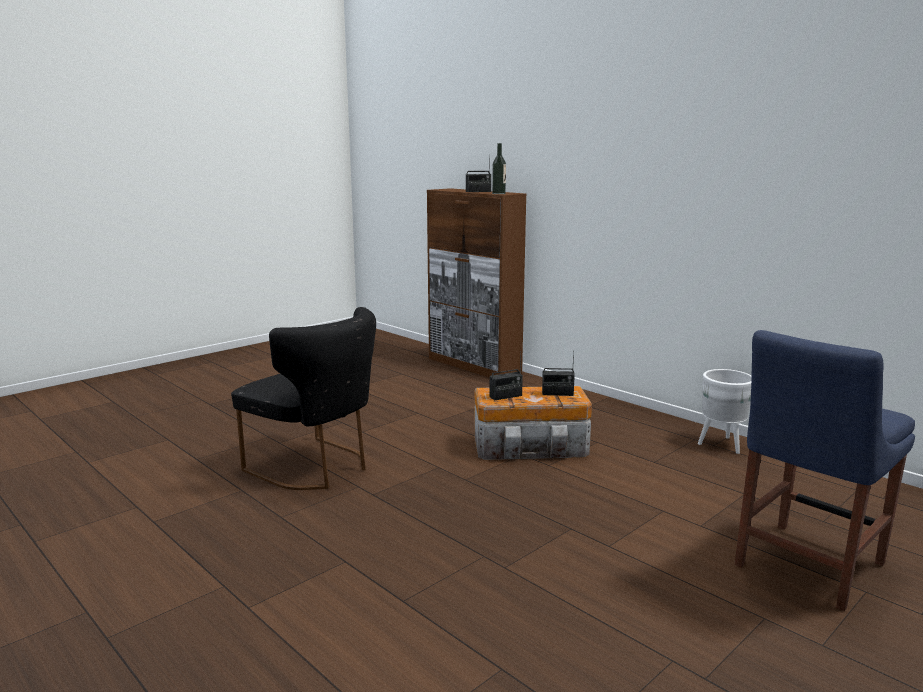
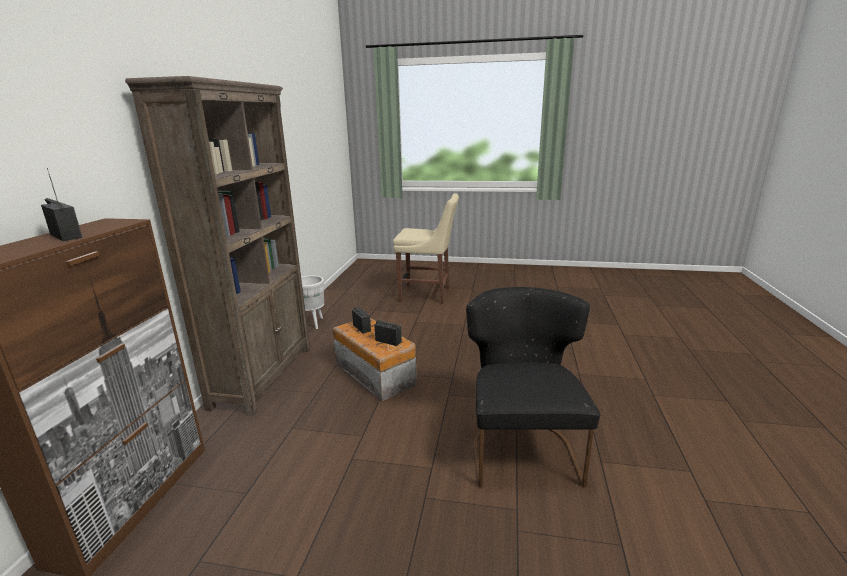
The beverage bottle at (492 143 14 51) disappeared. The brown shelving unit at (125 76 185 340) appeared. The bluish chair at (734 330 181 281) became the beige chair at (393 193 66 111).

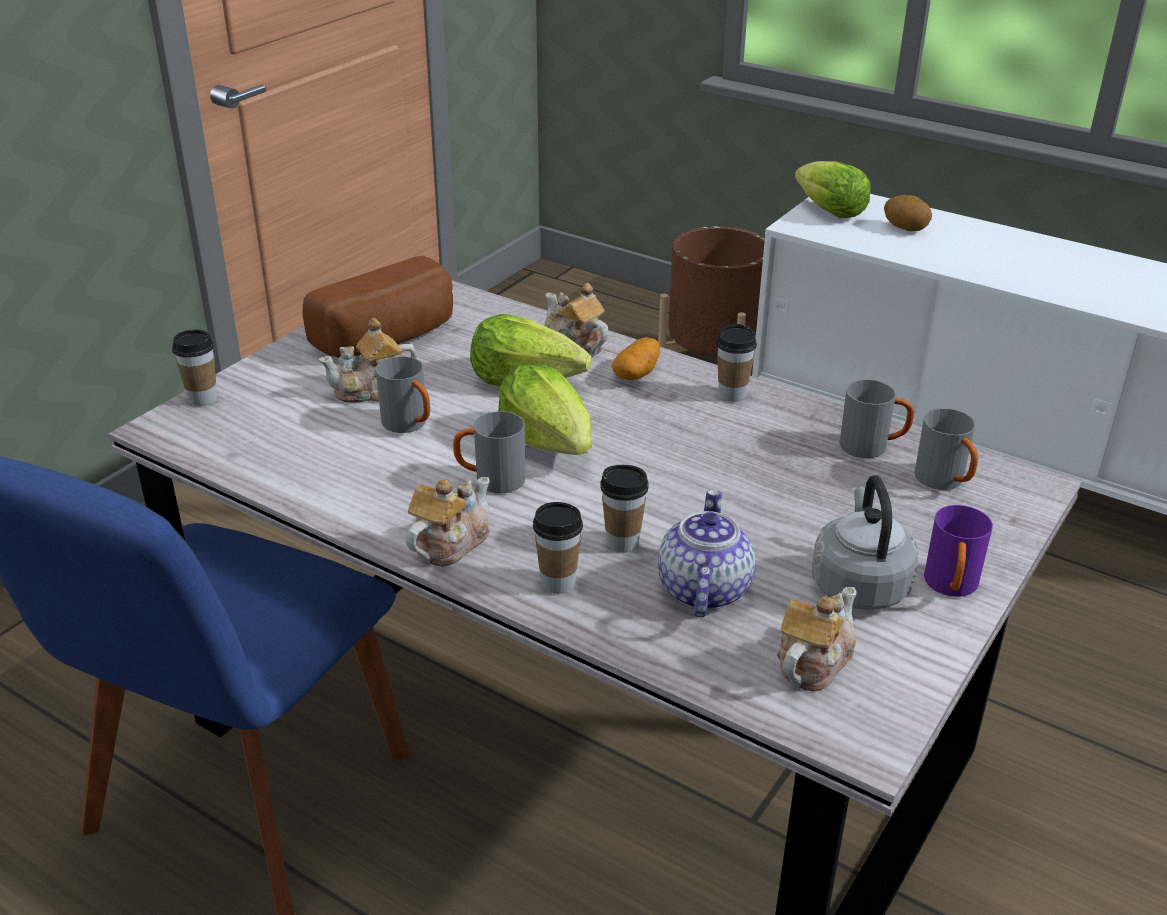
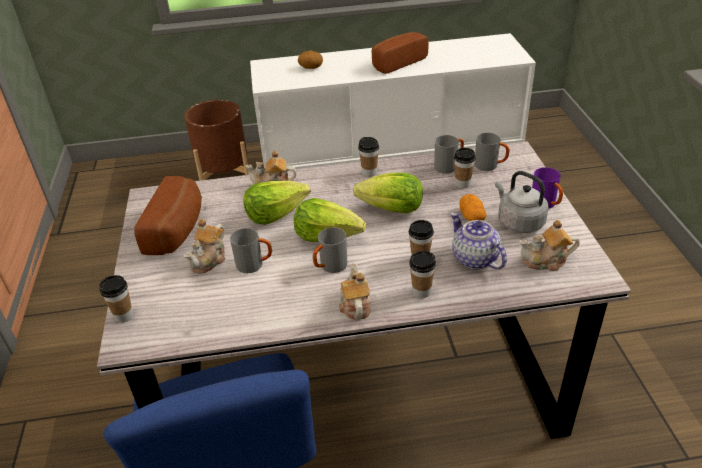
The baked bread at (371 32 58 42) appeared. The drinking cup at (454 148 22 40) appeared. The whole potato moved from (612 337 48 43) to (459 194 27 27). The lettuce head moved from (795 161 76 57) to (353 173 70 41). The tea pot at (777 587 80 105) turned 90 degrees counterclockwise.

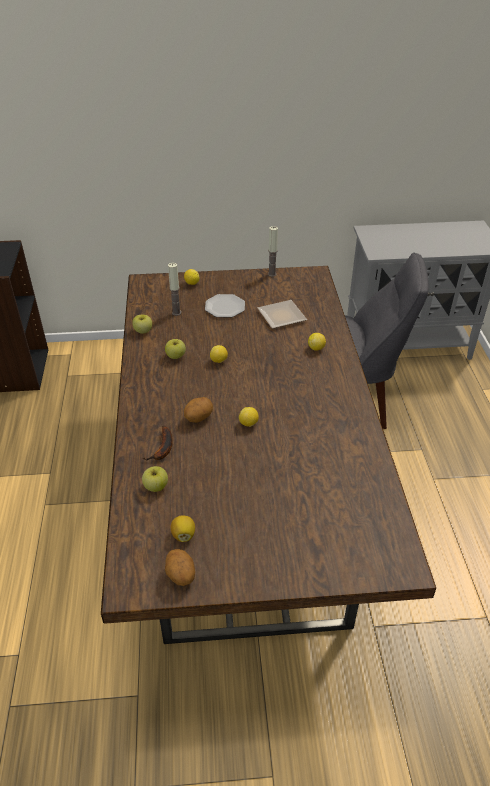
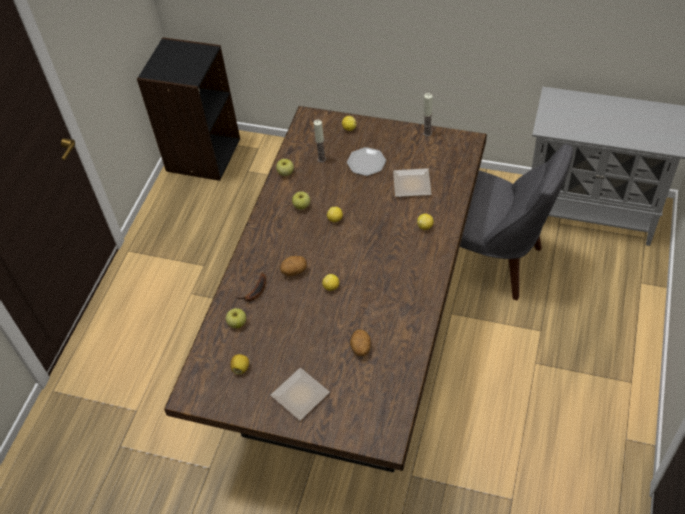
The dinner plate at (271 368 59 52) appeared. The whole potato moved from (165 549 30 37) to (350 329 21 27).

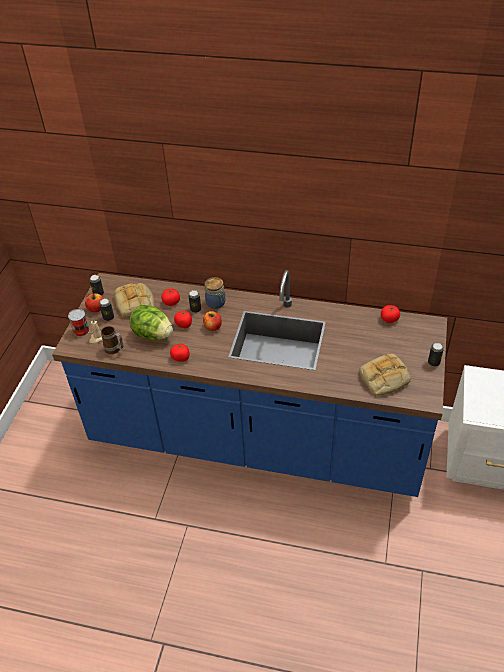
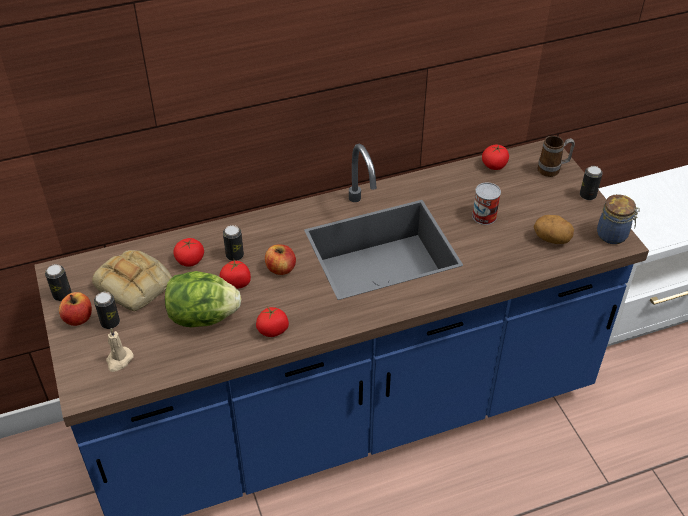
The sealed can moved from (68 309 22 28) to (472 182 29 43). The mug moved from (101 326 23 28) to (538 136 37 41). The storage jar moved from (205 277 20 32) to (597 194 43 50). The baked bread at (359 354 52 42) was replaced by the whole potato at (534 215 40 29).

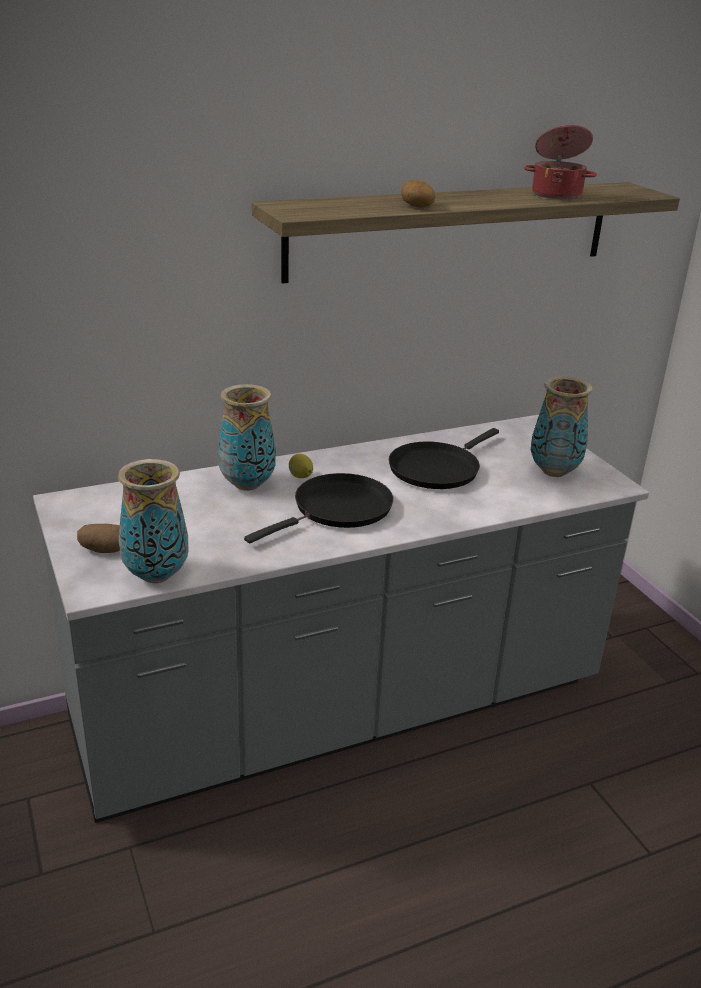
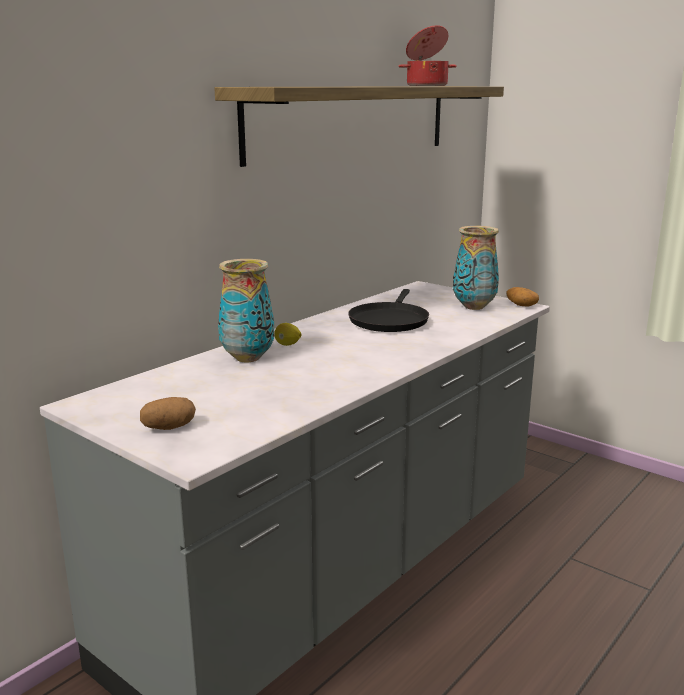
The vase at (118 459 70 124) disappeared. The black frying pan at (244 473 149 71) disappeared. The whole potato moved from (401 180 34 28) to (506 287 33 19).

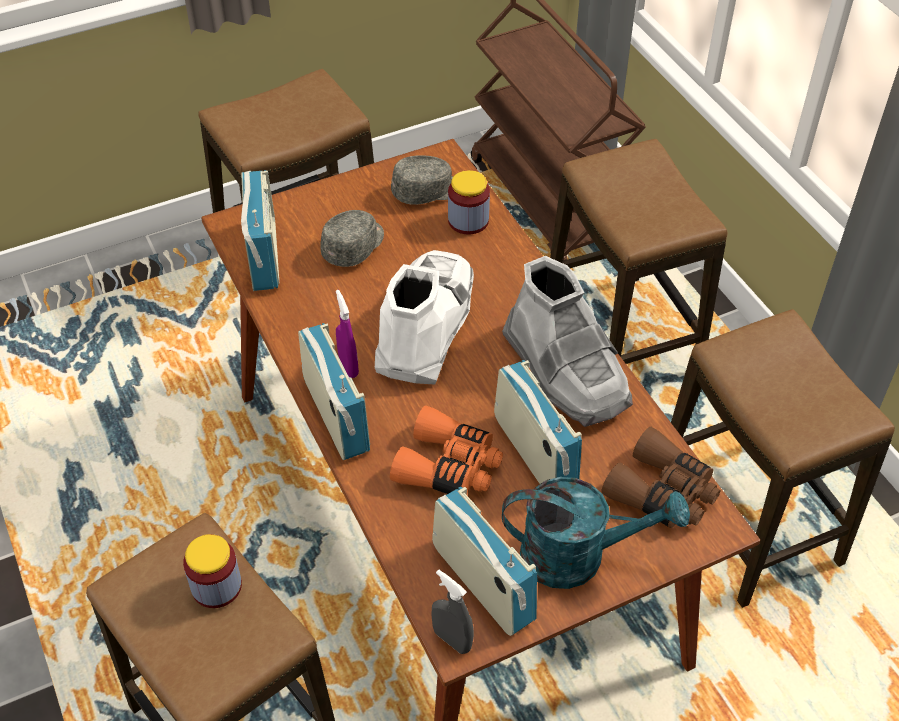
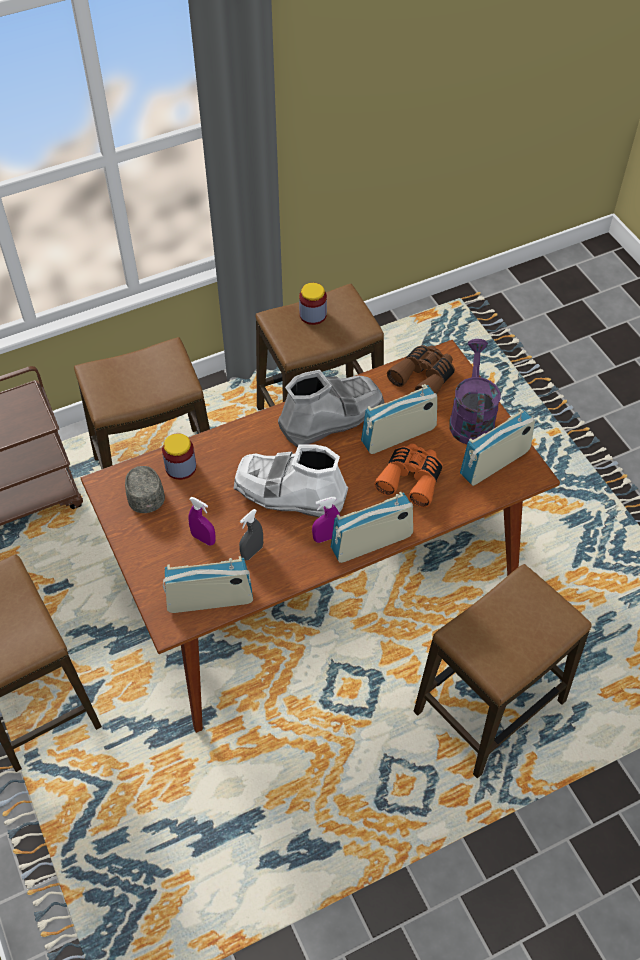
The storage jar moved from (183 534 59 74) to (299 283 28 42). The greyish sprayer moved from (431 570 43 84) to (239 509 24 52). The greyish cap at (320 210 64 57) was replaced by the purple-coloured sprayer at (188 497 27 49). The turquoise watering can at (502 477 188 112) became the purple-coloured watering can at (449 339 52 105).

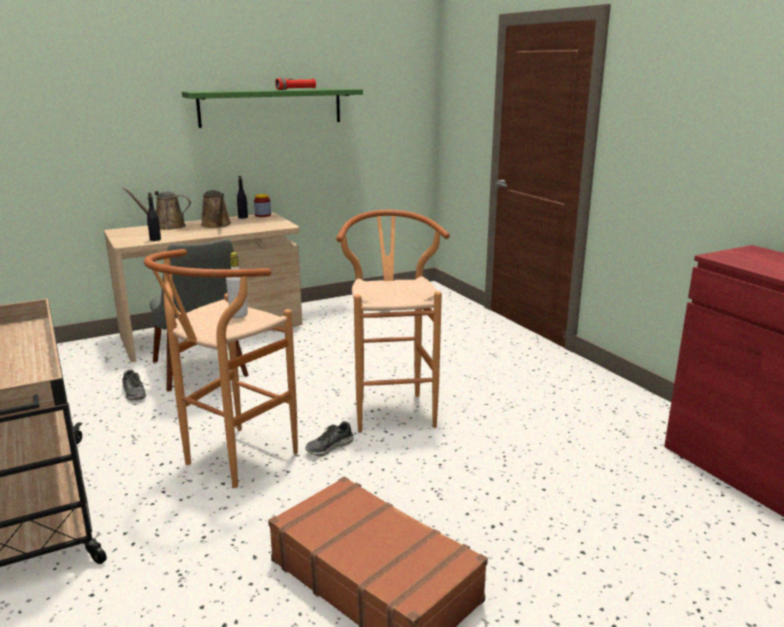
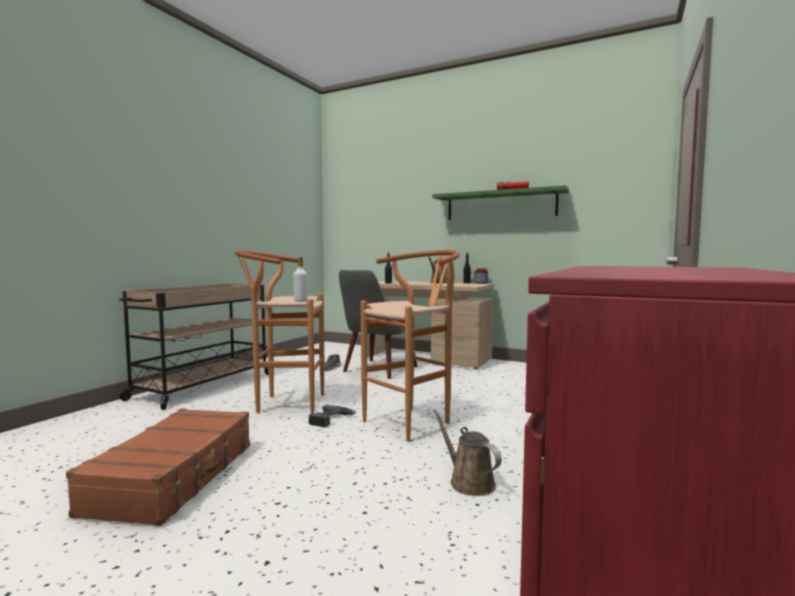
The brown watering can moved from (123 188 68 42) to (433 409 69 87). The shoe at (305 421 49 36) was replaced by the power drill at (309 405 47 22).

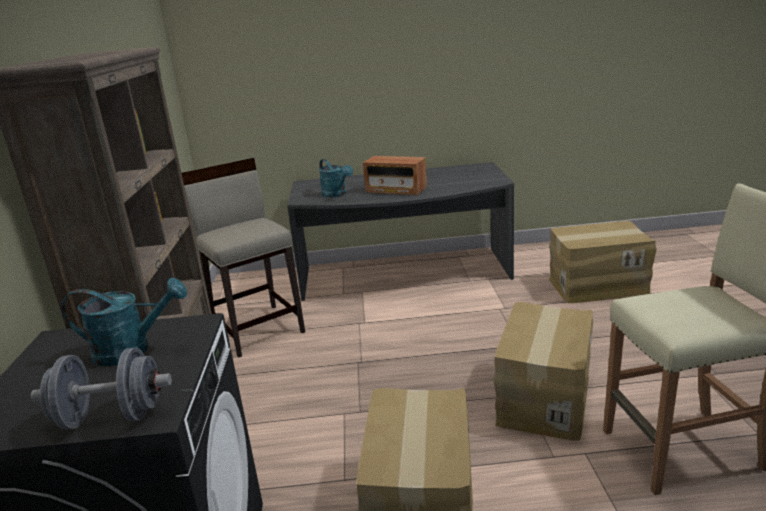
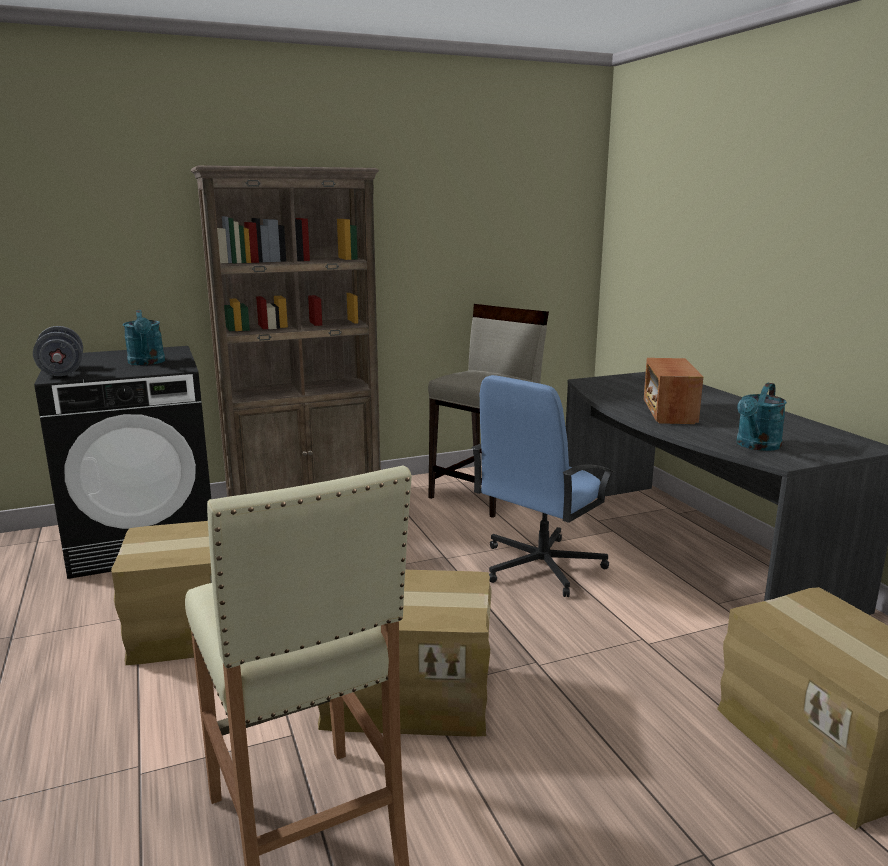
The bluish office chair at (472 375 143 222) appeared. The turquoise watering can moved from (319 159 34 39) to (737 383 50 68).

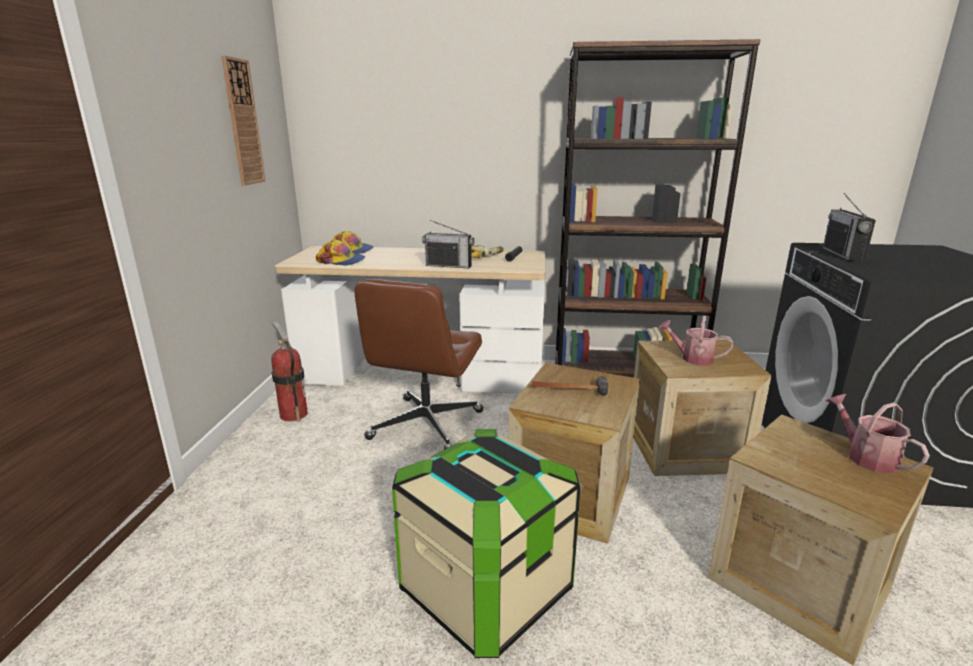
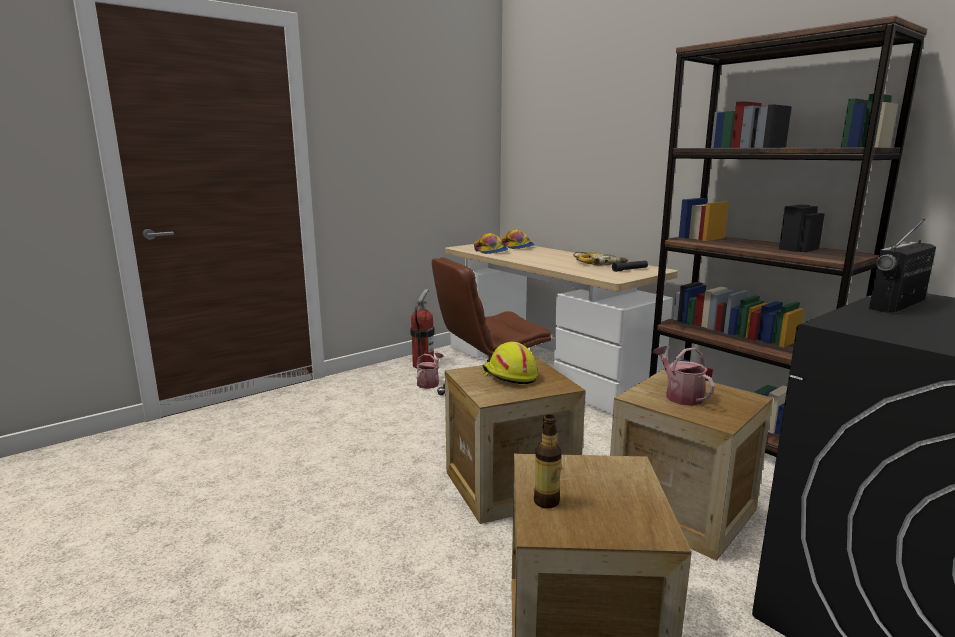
The wall clock at (221 55 45 130) disappeared. The storage container at (392 429 189 229) disappeared. The radio at (422 220 52 48) disappeared. The beverage bottle at (534 415 28 93) appeared. The watering can moved from (826 394 104 80) to (416 353 28 36). The hammer at (532 376 76 20) was replaced by the yellow-coloured work helmet at (483 342 55 42).

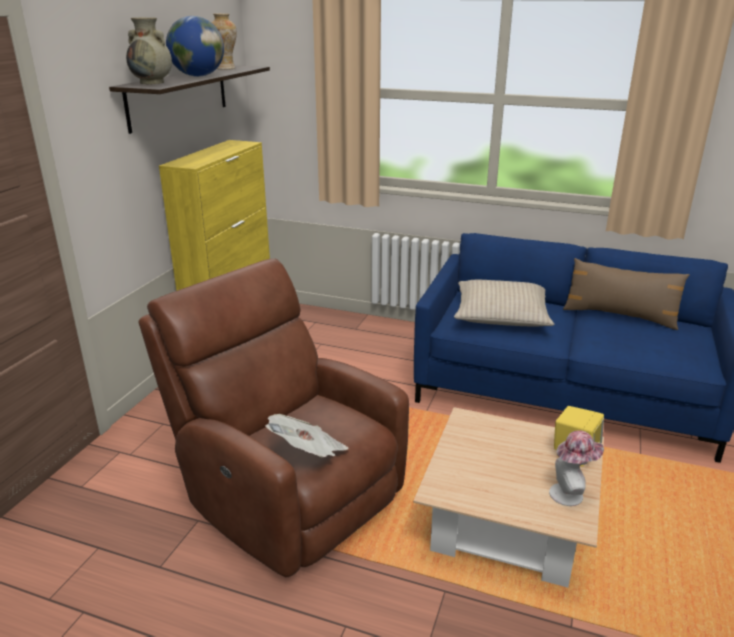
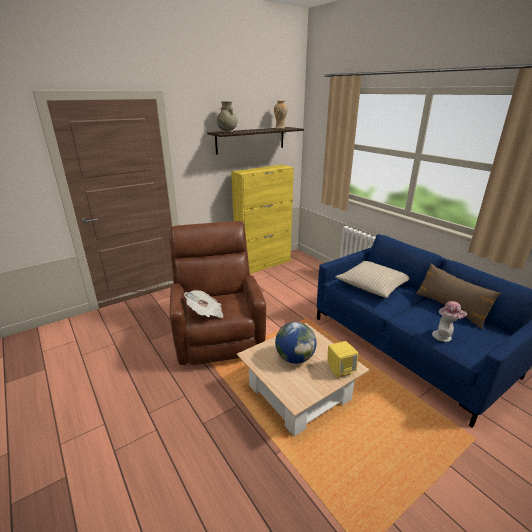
The globe moved from (166 16 58 61) to (275 322 41 42). The hat moved from (549 430 55 76) to (432 301 35 41).

